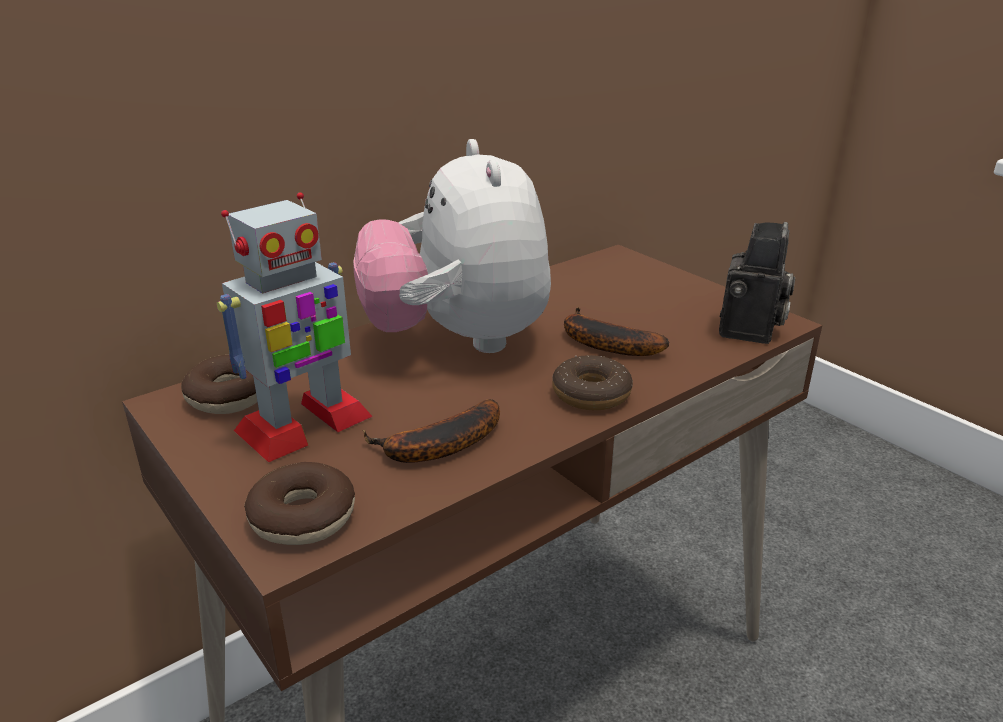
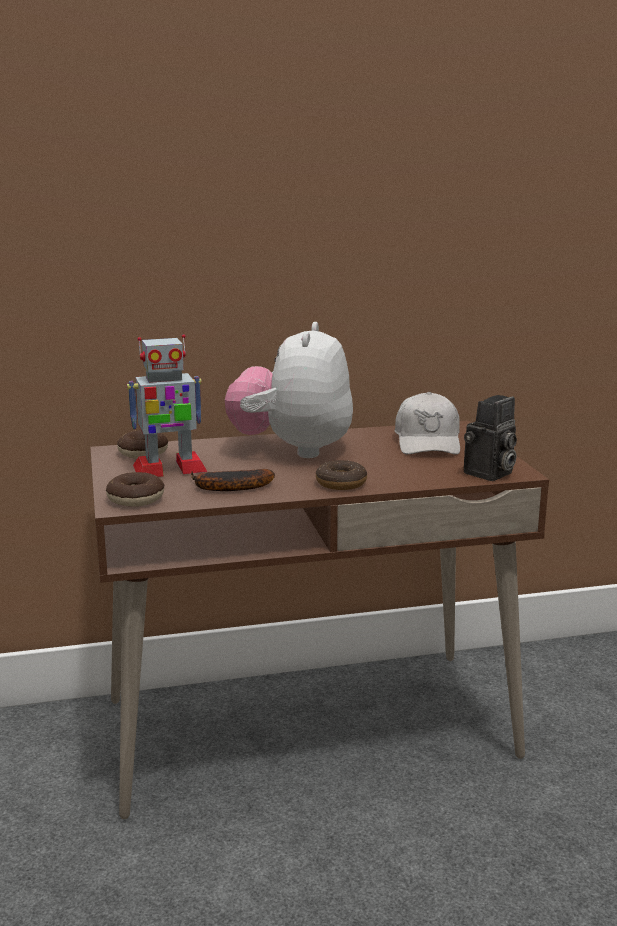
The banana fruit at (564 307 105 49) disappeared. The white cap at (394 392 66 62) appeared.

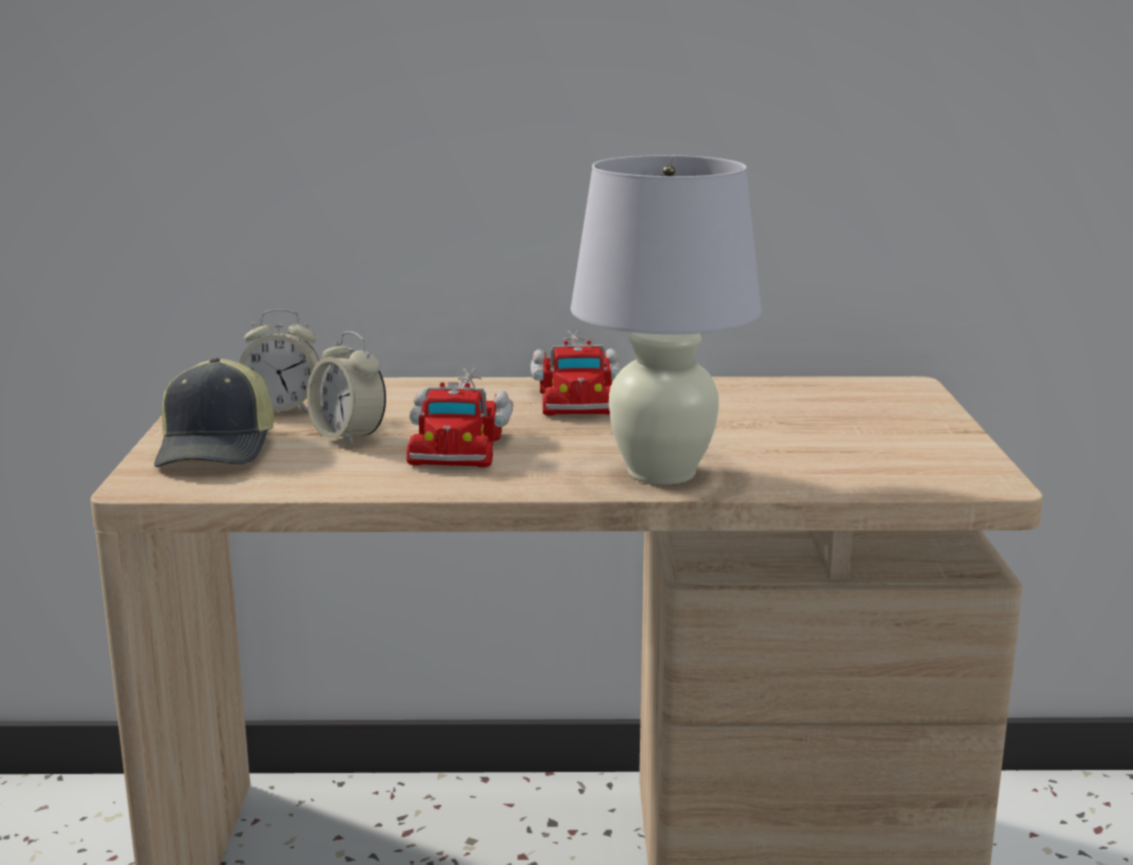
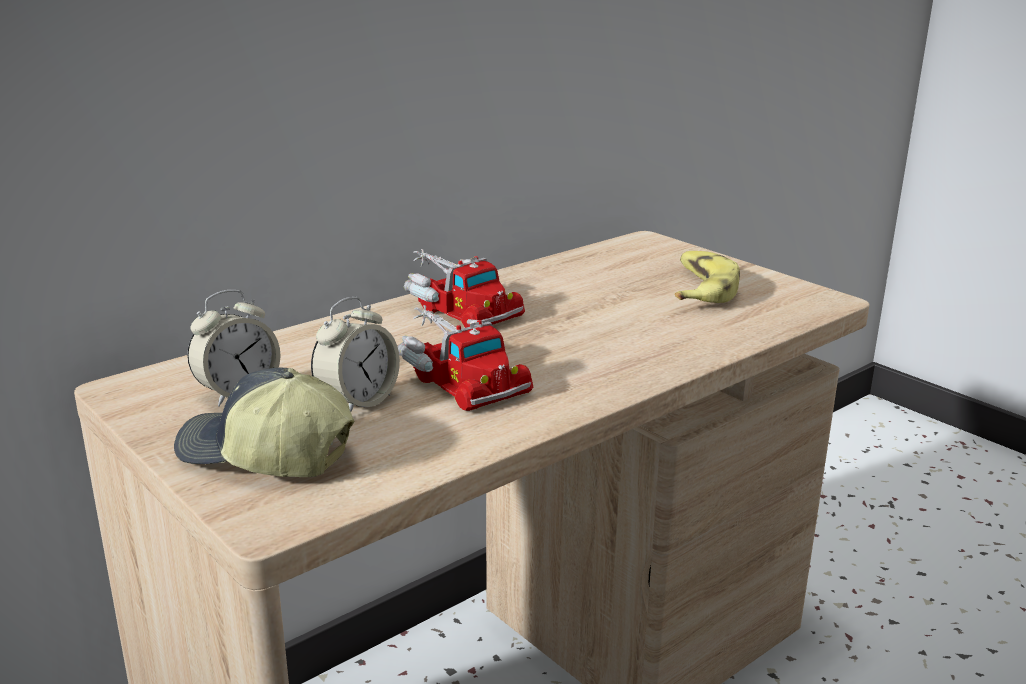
The white lamp for a table at (571 155 191 330) disappeared. The banana fruit at (674 251 66 52) appeared. The cap at (154 357 120 110) turned 150 degrees clockwise. The table clock at (307 331 79 115) turned 60 degrees counterclockwise.

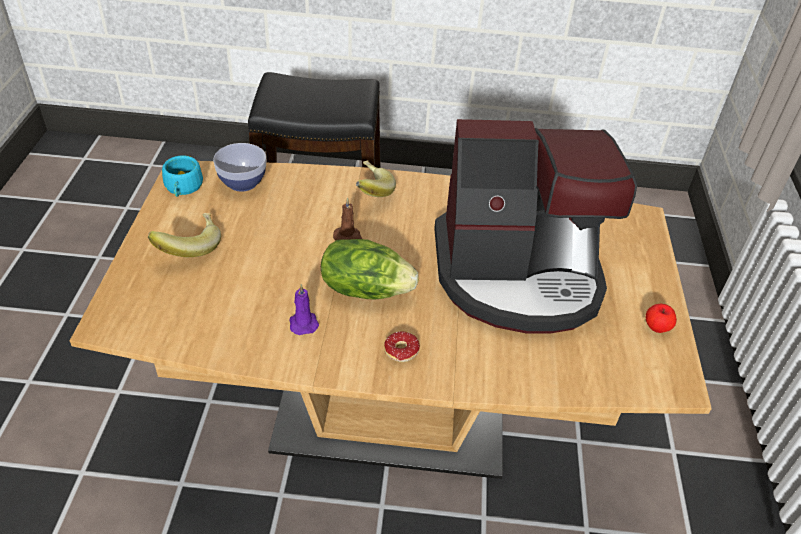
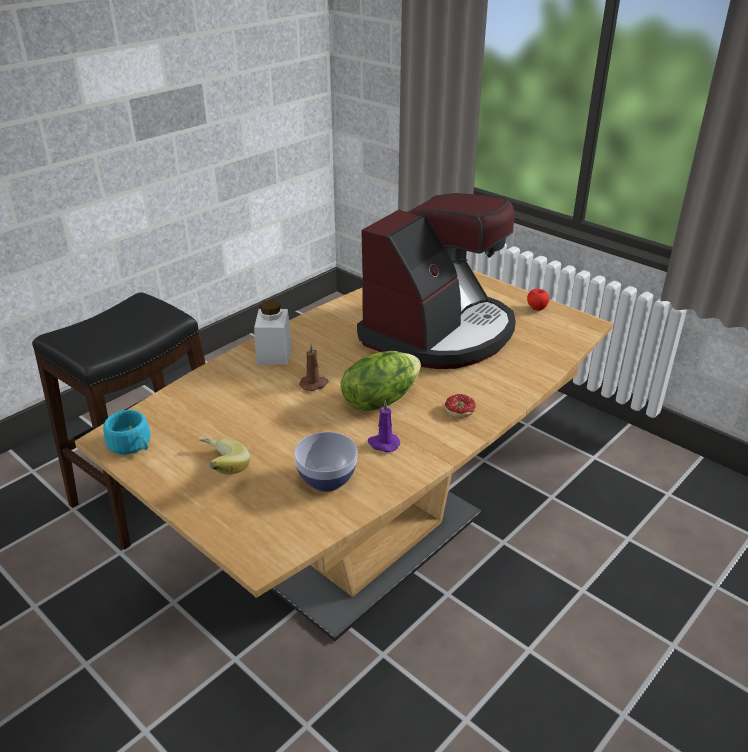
The deep dish moved from (213 143 53 49) to (294 432 63 60). The banana fruit at (356 160 40 37) was replaced by the white storage jar at (254 300 38 65).

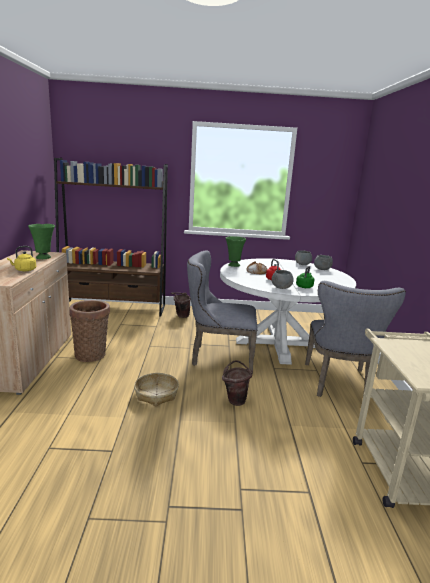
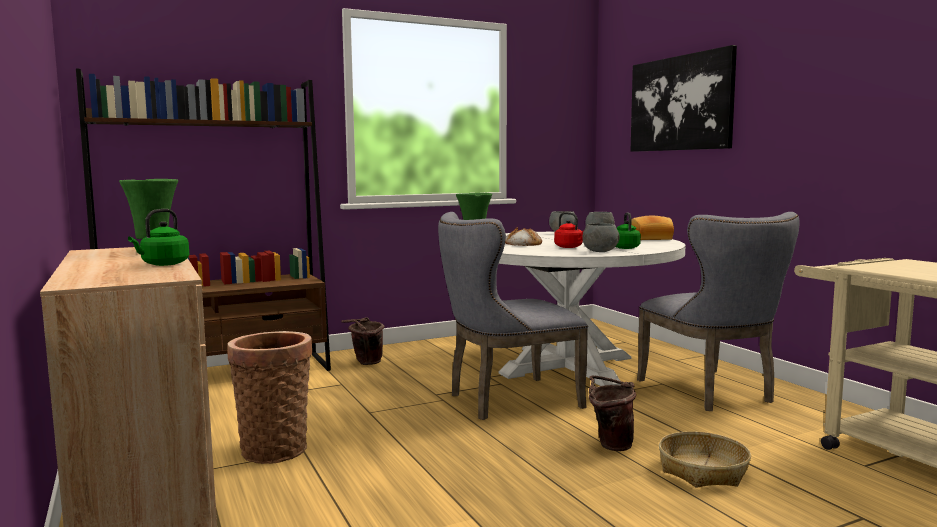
The wall picture at (630 45 107 107) appeared. The baked bread at (631 215 43 25) appeared. The basket moved from (134 373 45 33) to (659 431 92 56). The yellow-coloured tea kettle at (7 246 29 25) became the green tea kettle at (128 209 61 57).

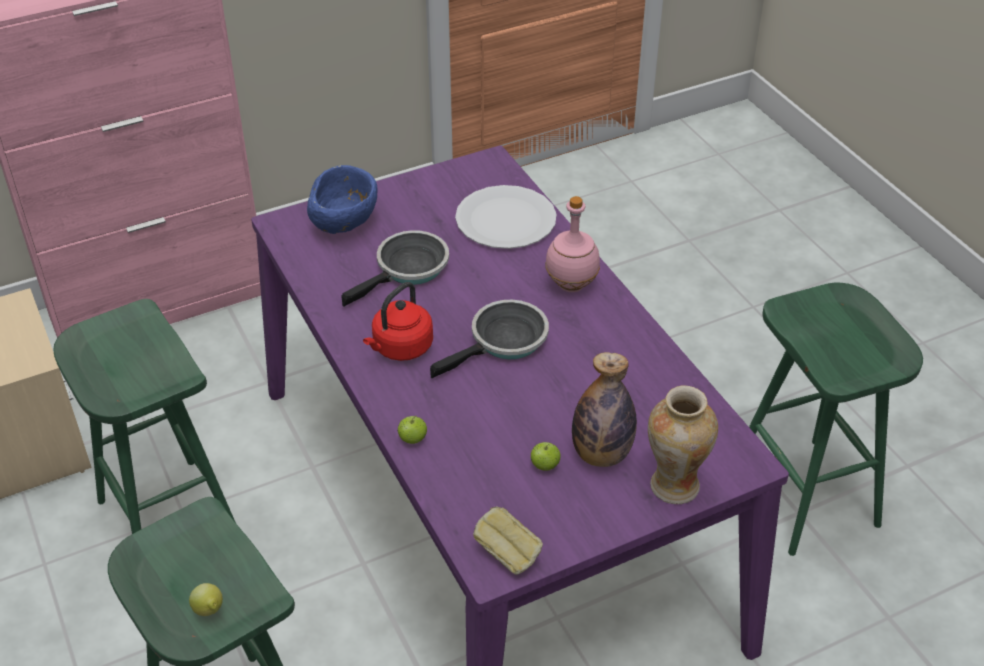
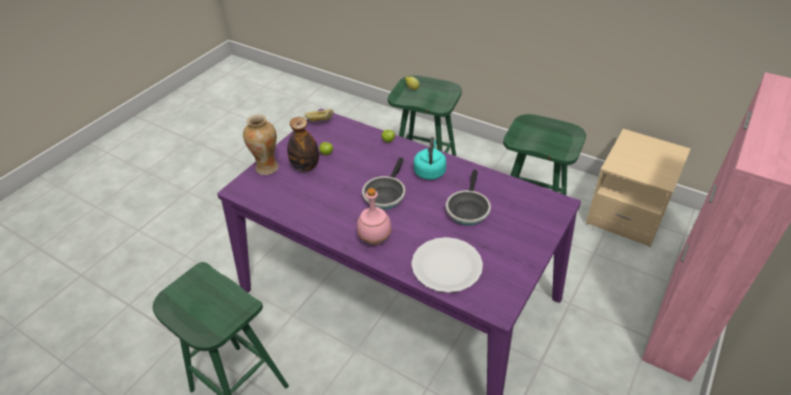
The bluish deep dish at (307 165 70 69) disappeared. The red tea kettle at (363 282 70 79) became the turquoise tea kettle at (414 137 32 43).

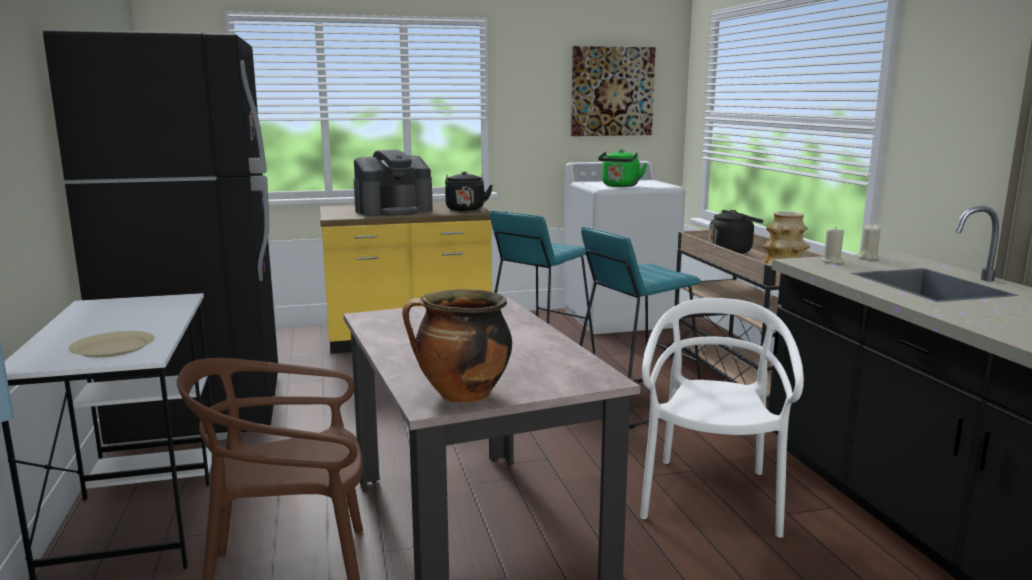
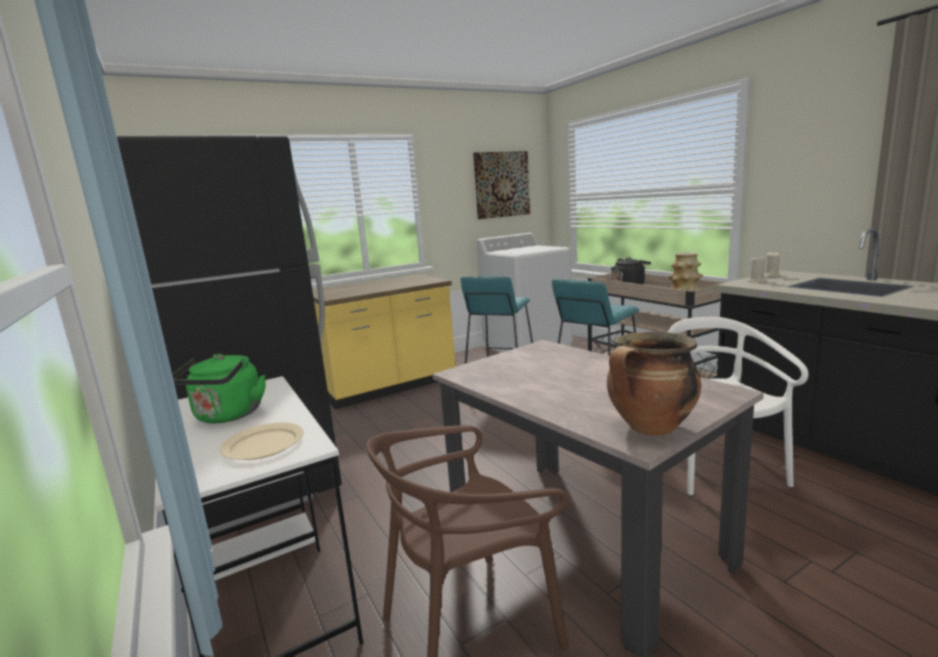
The coffee brewer at (354 150 79 66) disappeared. The black tea kettle at (445 171 48 40) disappeared. The green tea kettle moved from (598 149 49 38) to (172 354 94 70).

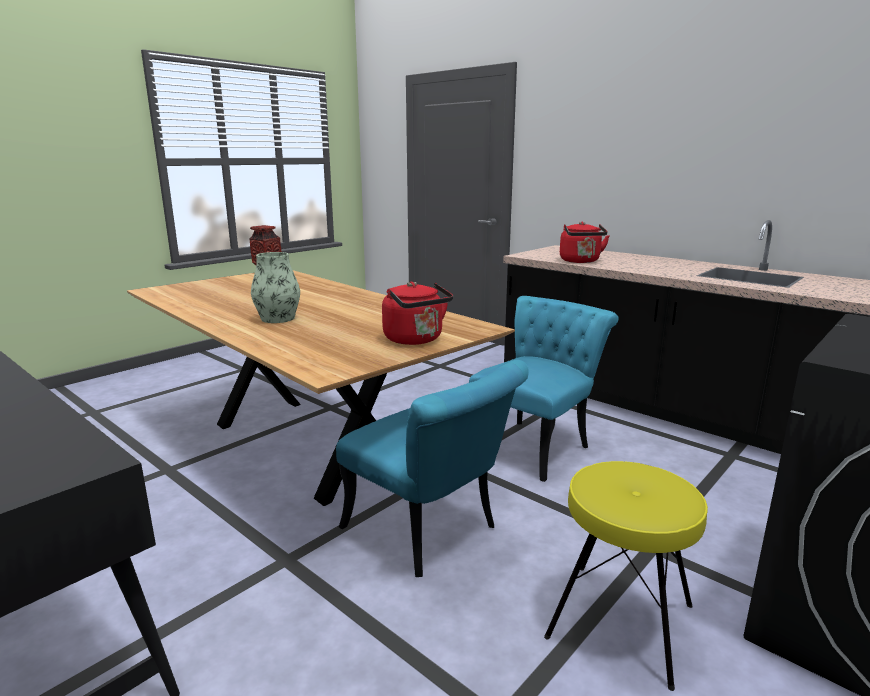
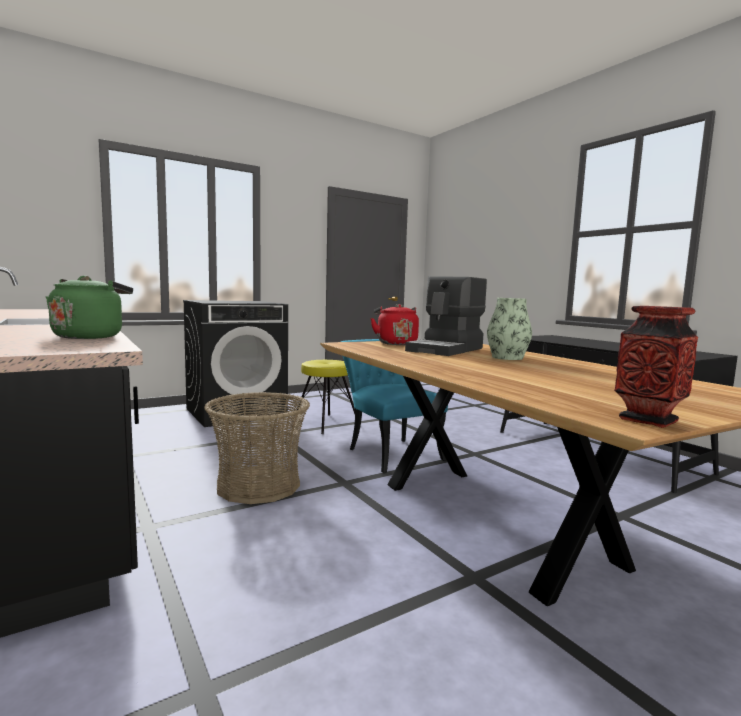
The coffee brewer at (405 276 82 80) appeared. The turquoise chair at (469 296 150 186) was replaced by the basket at (204 392 106 112). The red tea kettle at (560 221 50 42) became the green tea kettle at (46 276 87 63).

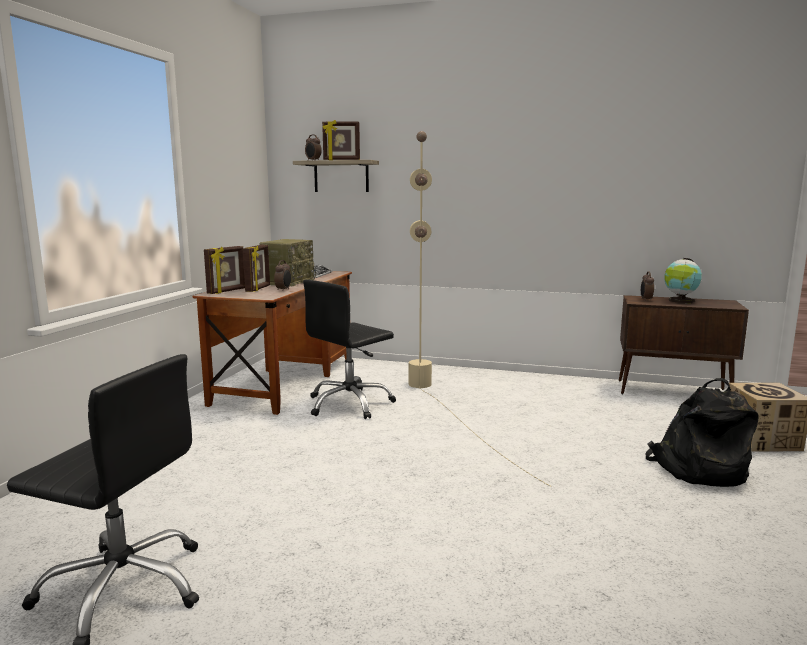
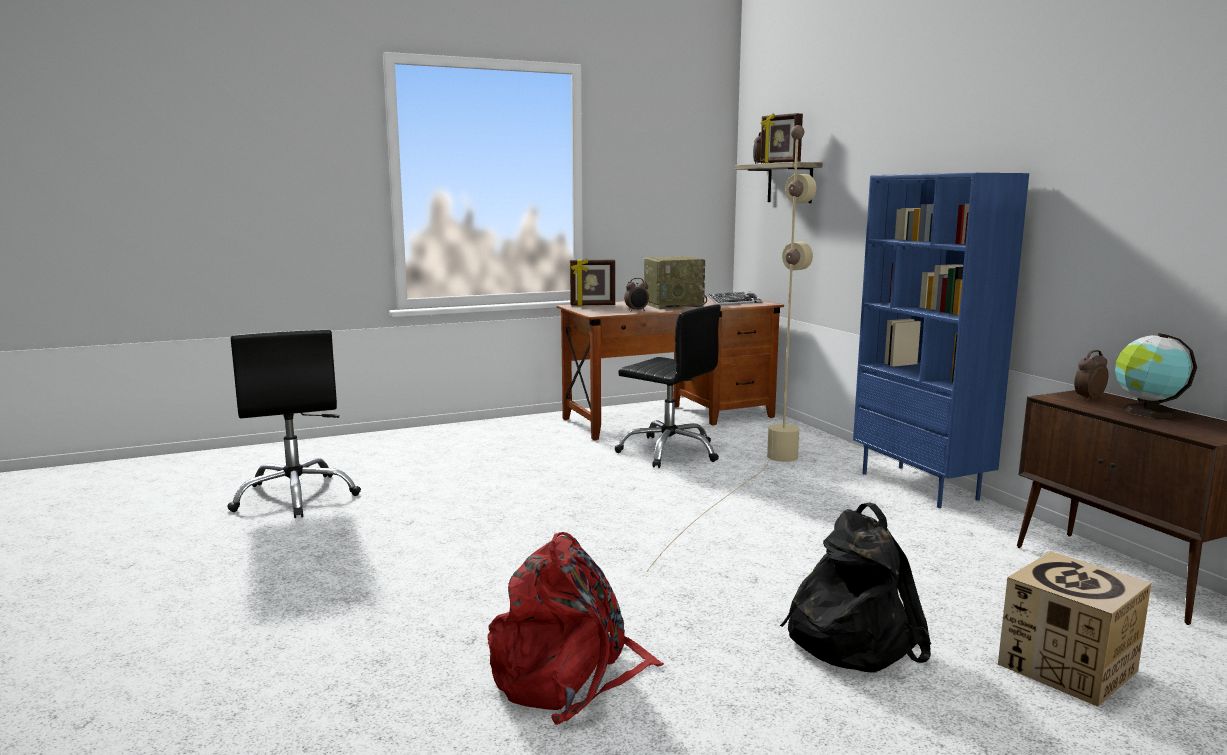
The picture frame at (243 245 27 47) disappeared. The red backpack at (488 532 176 193) appeared. The bluish shelving unit at (853 173 176 335) appeared. The black office chair at (303 280 93 139) turned 150 degrees counterclockwise.

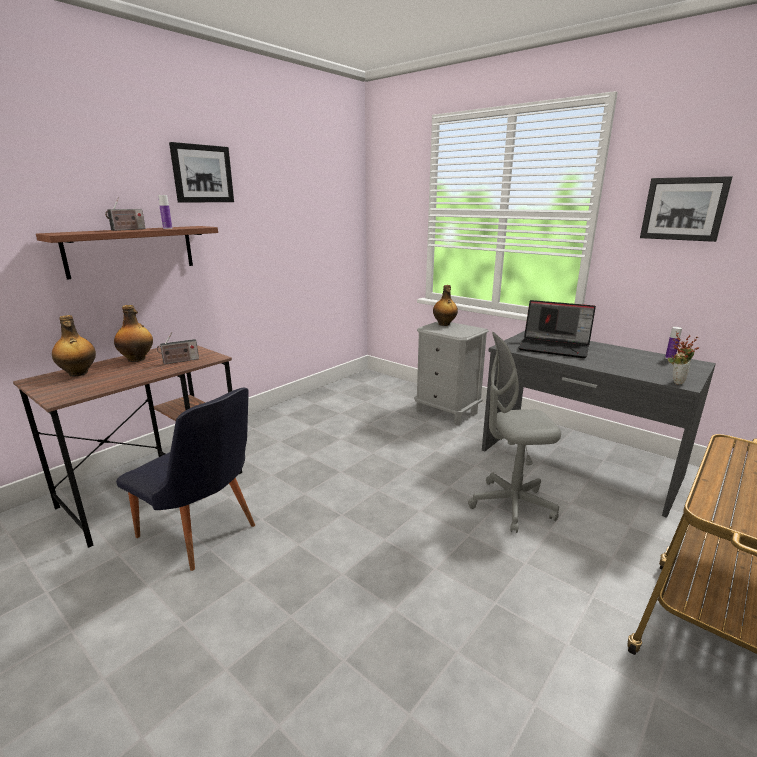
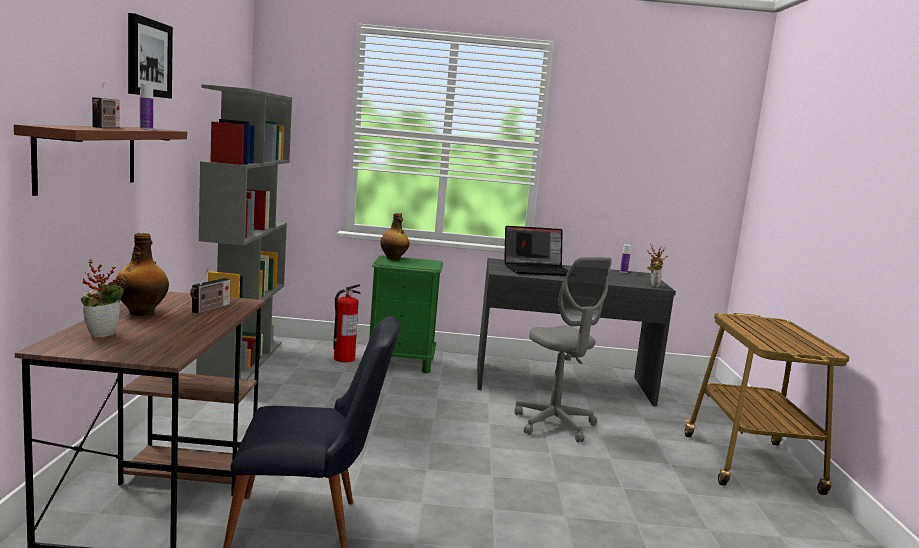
The wall picture at (640 176 92 66) disappeared. The greyish shelving unit at (196 84 96 295) appeared. The fire extinguisher at (333 284 27 79) appeared. The beverage bottle at (52 315 44 62) was replaced by the plant in a pot at (81 259 43 79). The greyish bedside table at (414 321 75 104) became the green bedside table at (369 255 74 118). The greyish office chair at (468 332 93 201) turned 75 degrees counterclockwise.

